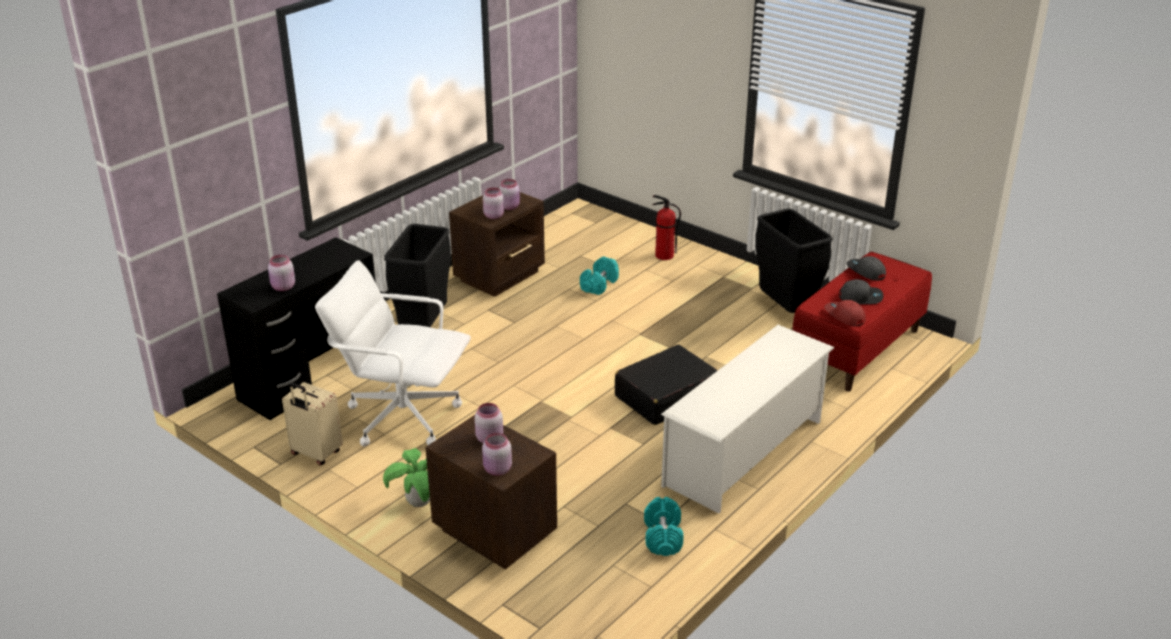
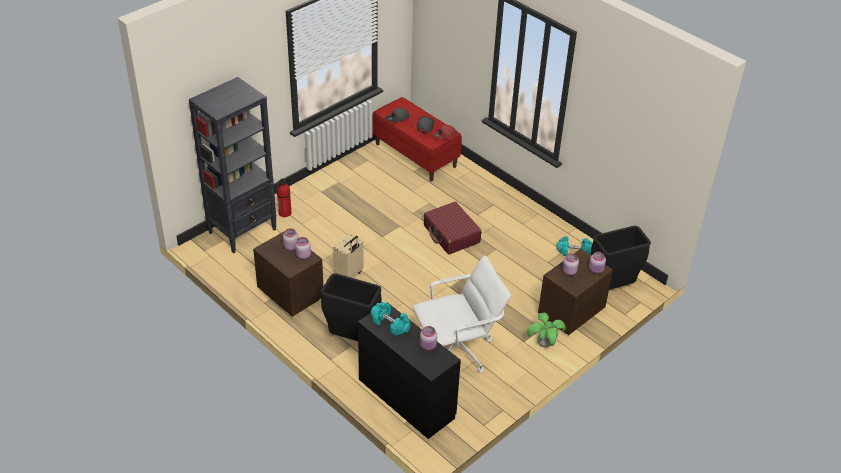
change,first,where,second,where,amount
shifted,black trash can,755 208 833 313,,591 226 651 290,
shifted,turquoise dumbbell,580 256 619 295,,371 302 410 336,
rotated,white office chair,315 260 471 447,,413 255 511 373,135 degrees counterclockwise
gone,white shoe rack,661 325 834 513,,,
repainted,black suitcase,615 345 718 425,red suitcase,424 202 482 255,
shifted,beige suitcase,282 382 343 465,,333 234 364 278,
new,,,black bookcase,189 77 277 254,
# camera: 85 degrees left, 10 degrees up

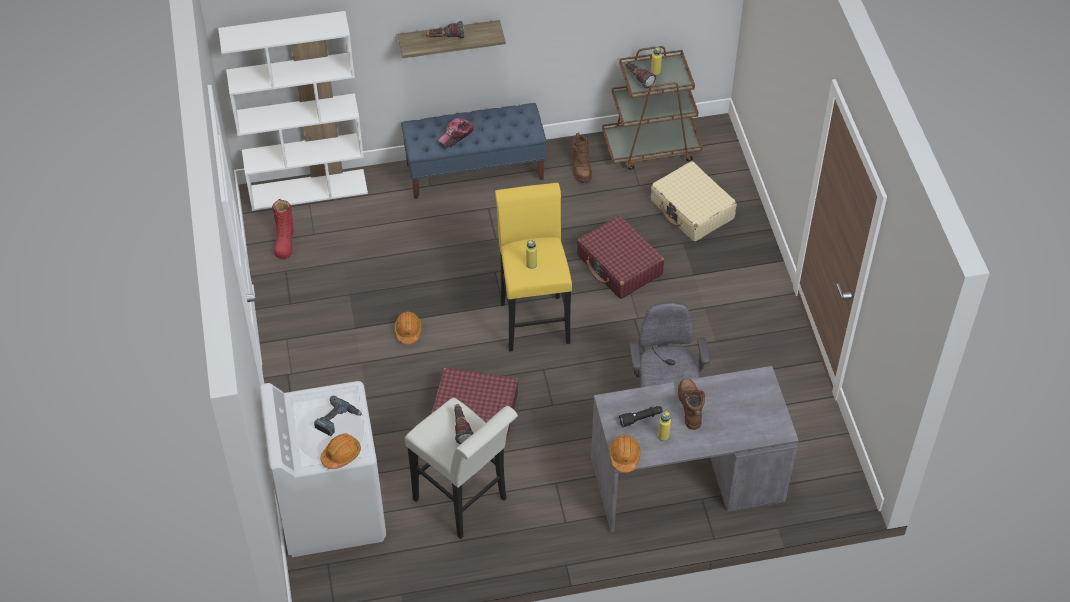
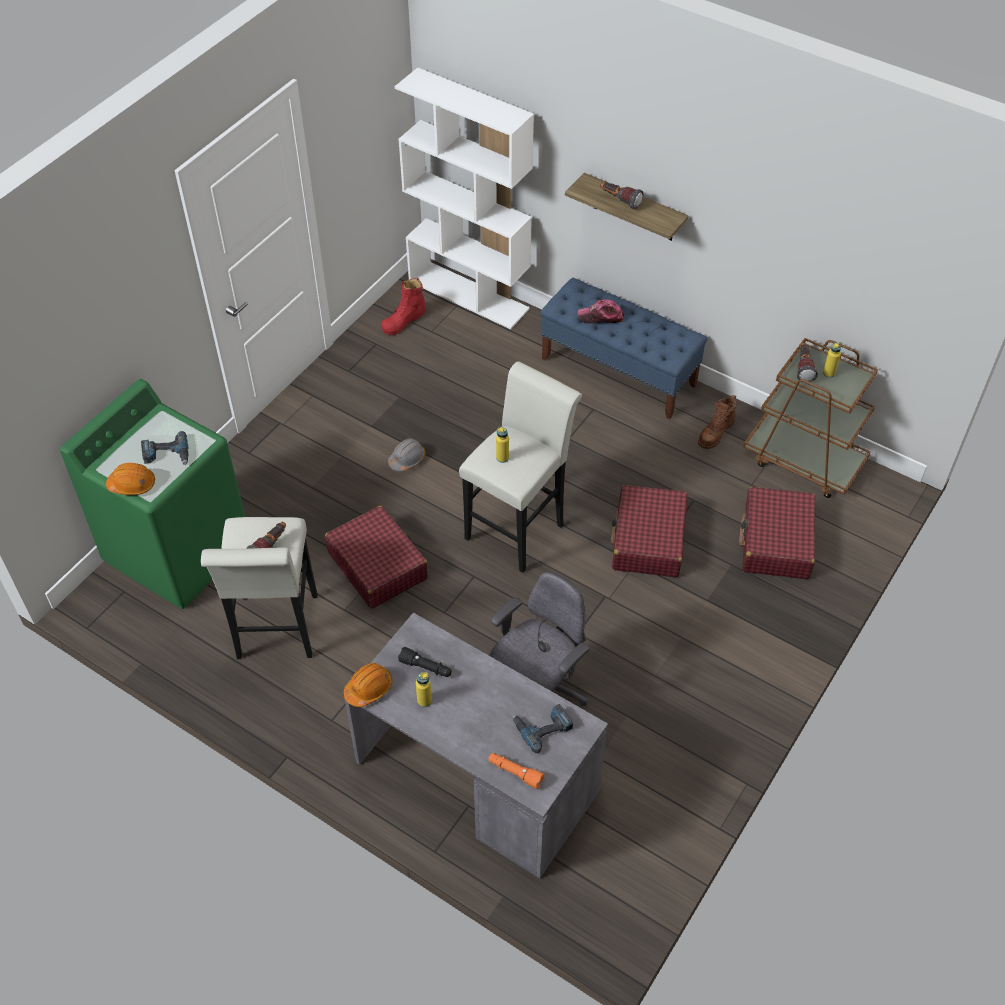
change,first,where,second,where,amount
repainted,beige suitcase,651 161 737 242,red suitcase,739 487 816 579,
repainted,yellow stool,495 183 572 352,white stool,459 361 582 573,
repainted,orange hard hat,394 312 422 344,grey hard hat,388 438 425 472,
gone,brown boot,678 378 705 430,,,
repainted,white washing machine,260 381 386 557,green washing machine,60 379 245 609,
new,,,power drill,512 704 573 753,
new,,,orange flashlight,488 753 544 789,
# camera: 45 degrees right, 0 degrees up

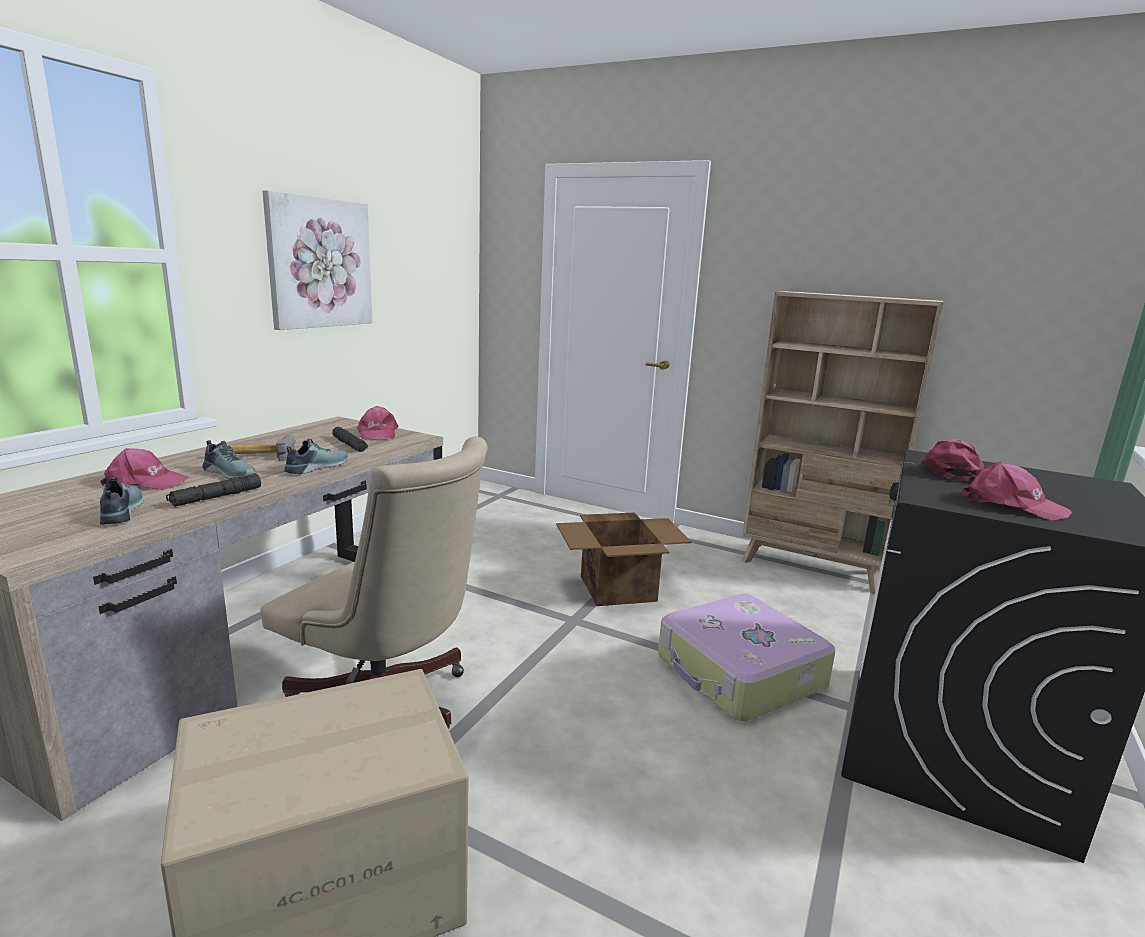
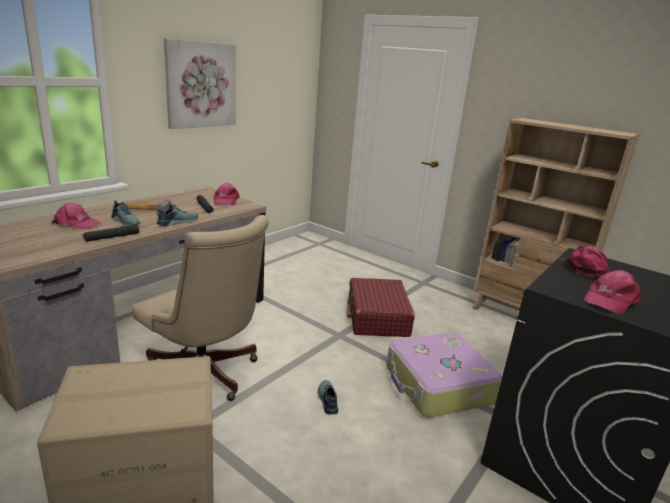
change,first,where,second,where,amount
rotated,pink cap,962 462 1072 521,,584 270 641 314,90 degrees clockwise
shifted,shoe,100 477 144 525,,317 380 338 415,
swapped,cardboard box,556 512 692 606,red suitcase,347 278 415 337,
# camera: 10 degrees right, 5 degrees up

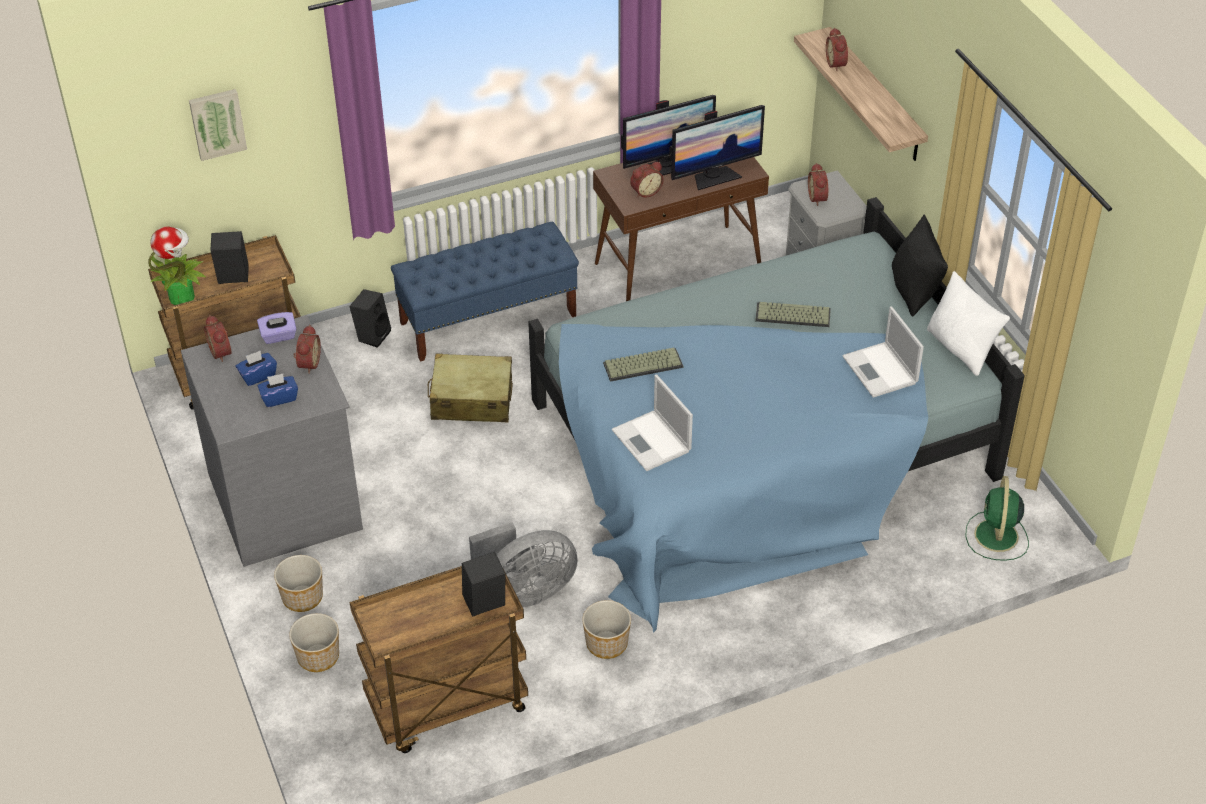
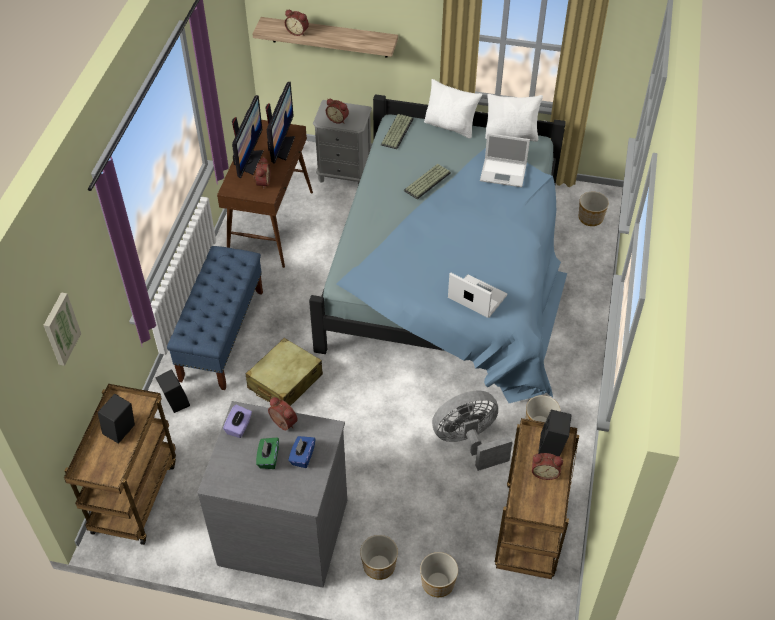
change,first,where,second,where,amount
repainted,black pillow,892 214 948 317,white pillow,424 79 482 139,
gone,potted plant,148 227 206 305,,,
shifted,alarm clock,204 315 231 362,,532 453 563 480,
shifted,keyboard,603 348 683 382,,381 114 414 149,
repainted,blue tissue box,236 351 277 386,green tissue box,256 437 279 469,
rotated,laptop,612 375 693 471,,448 272 507 318,150 degrees counterclockwise
swapped,green fan,965 476 1029 561,planter,579 192 609 226,
rotated,grey fan,469 522 578 608,,432 391 513 471,120 degrees counterclockwise
# camera: 55 degrees left, 5 degrees up

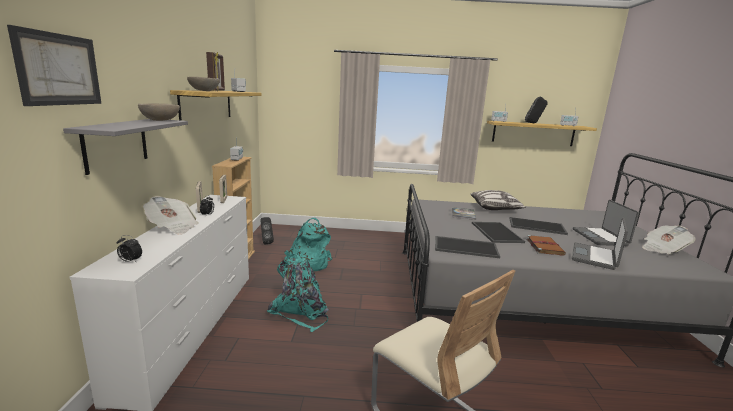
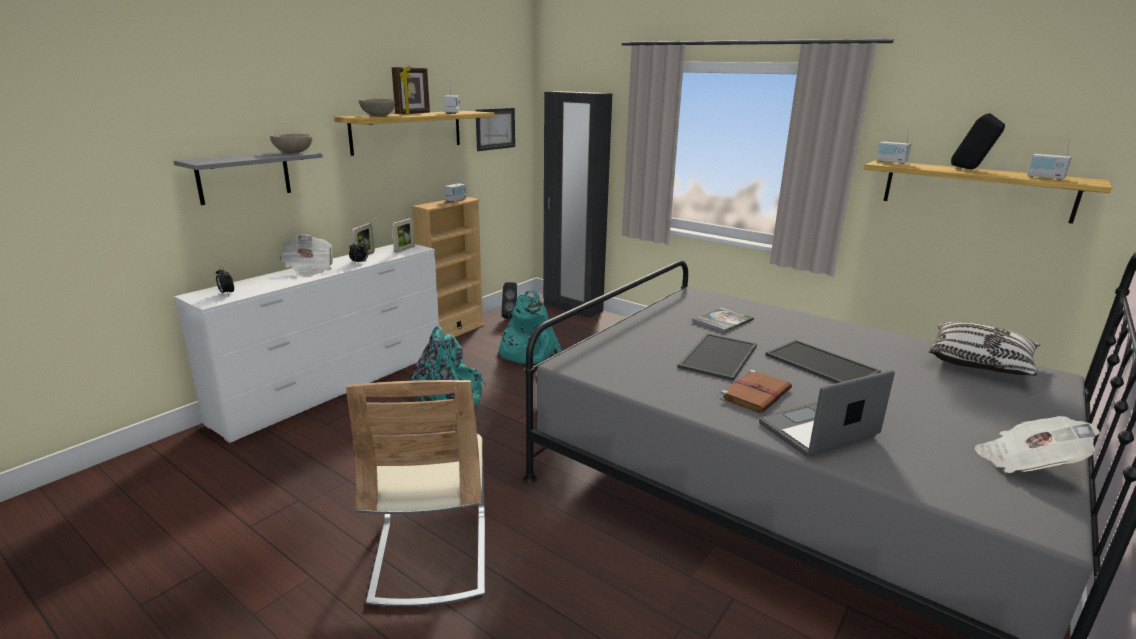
change,first,where,second,where,amount
shifted,picture,7 25 101 106,,476 108 515 151,
shifted,pillow,470 190 526 210,,928 322 1040 376,
gone,laptop,573 200 639 246,,,
gone,tray,435 236 500 258,,,
new,,,black wardrobe,543 91 612 318,
# camera: 35 degrees right, 5 degrees up

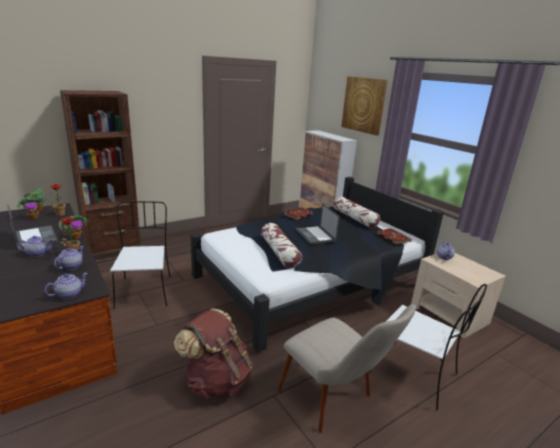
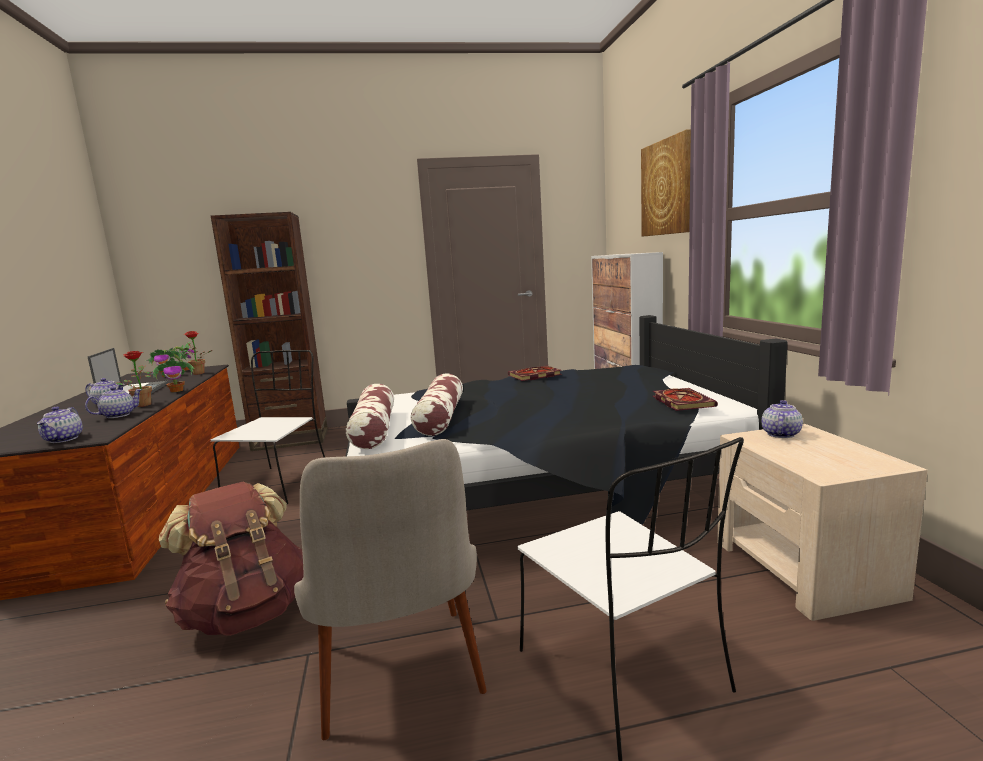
change,first,where,second,where,amount
shifted,pillow,333 196 380 228,,346 384 394 449,
gone,laptop,296 203 340 244,,,
rotated,teapot,45 273 88 299,,37 407 83 443,105 degrees clockwise
# camera: 25 degrees right, 10 degrees down

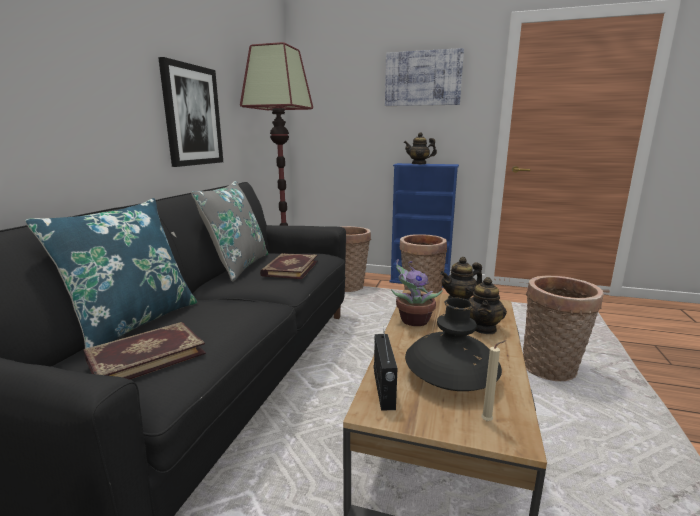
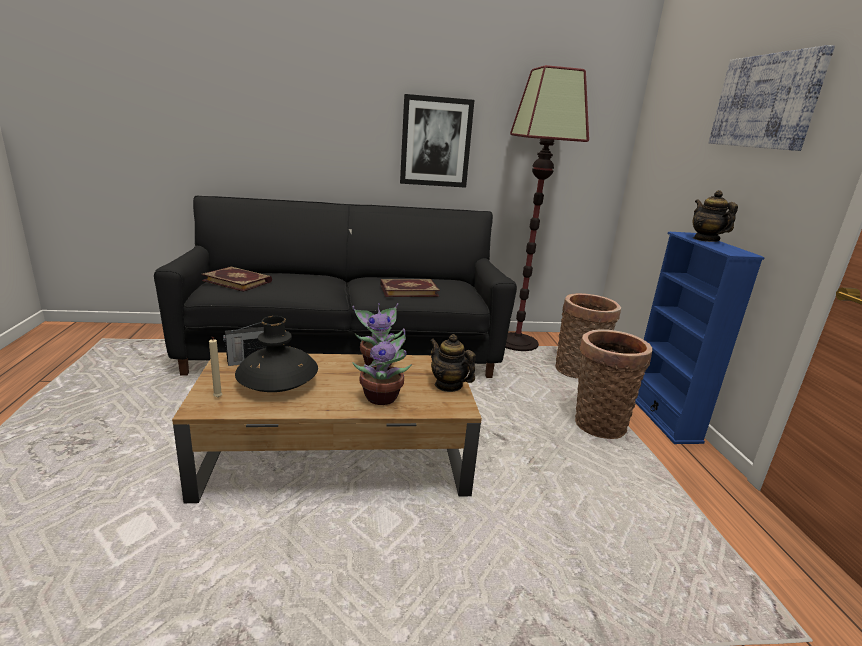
change,first,where,second,where,amount
gone,grey pillow,191 181 268 282,,,
gone,blue pillow,25 198 197 349,,,
gone,basket,523 276 604 381,,,
swapped,teapot,469 277 507 334,potted plant,352 328 412 405,
# camera: 65 degrees right, 5 degrees up

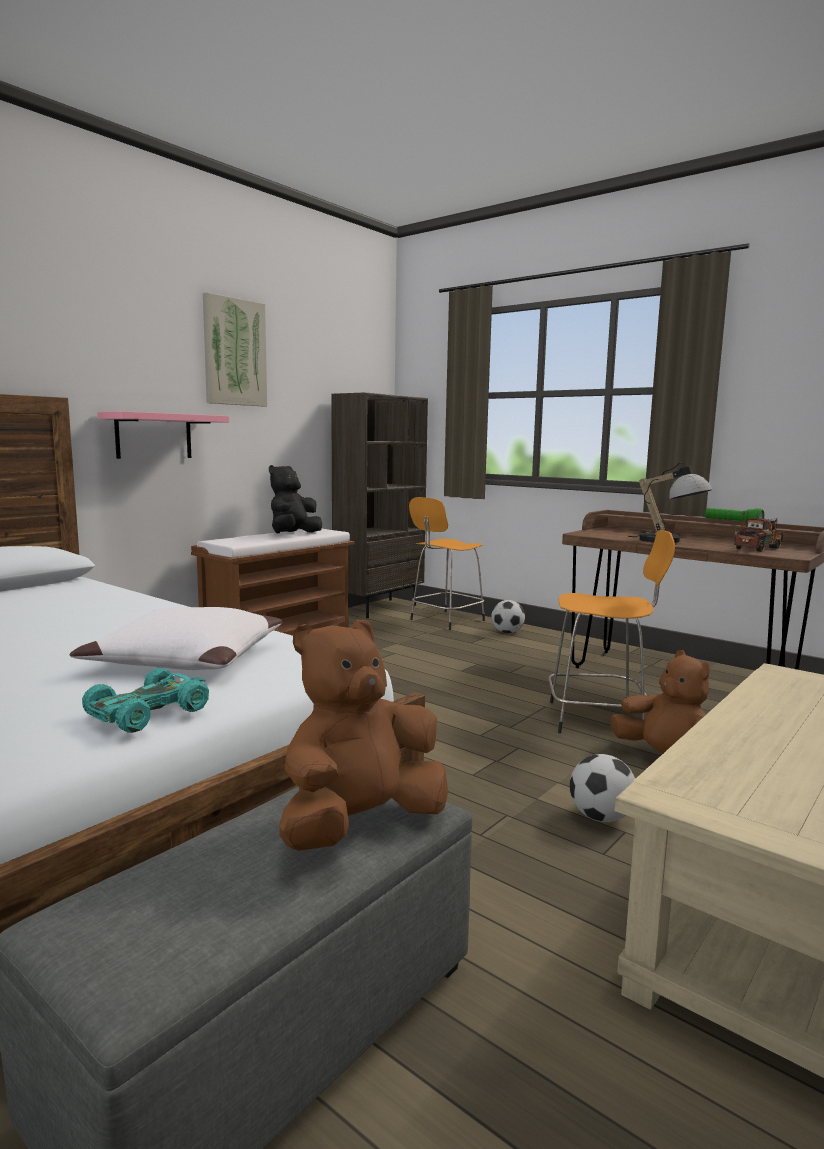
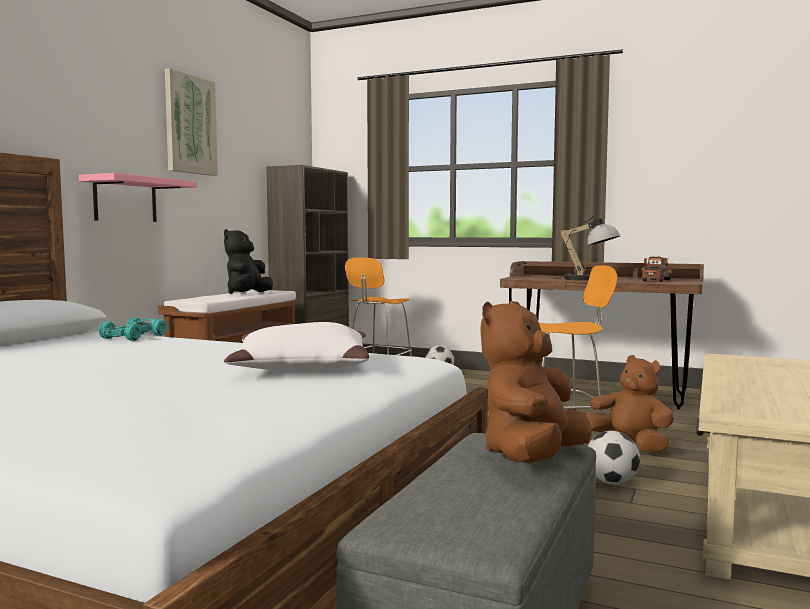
change,first,where,second,where,amount
gone,green flashlight,705 508 764 523,,,
shifted,turquoise toy car,82 668 209 733,,99 317 167 341,
# camera: 15 degrees left, 5 degrees down

